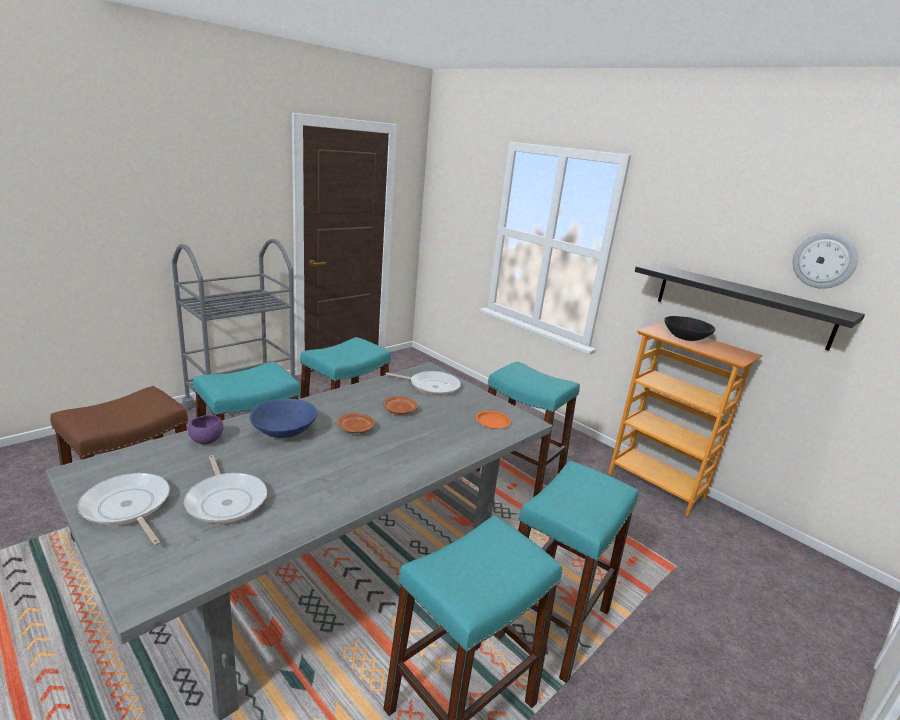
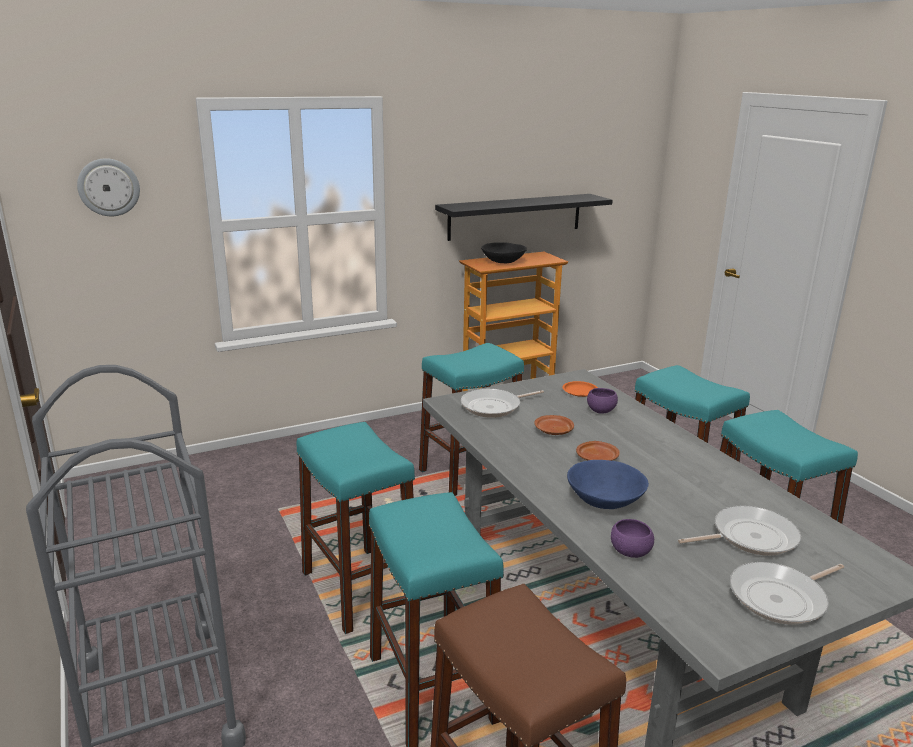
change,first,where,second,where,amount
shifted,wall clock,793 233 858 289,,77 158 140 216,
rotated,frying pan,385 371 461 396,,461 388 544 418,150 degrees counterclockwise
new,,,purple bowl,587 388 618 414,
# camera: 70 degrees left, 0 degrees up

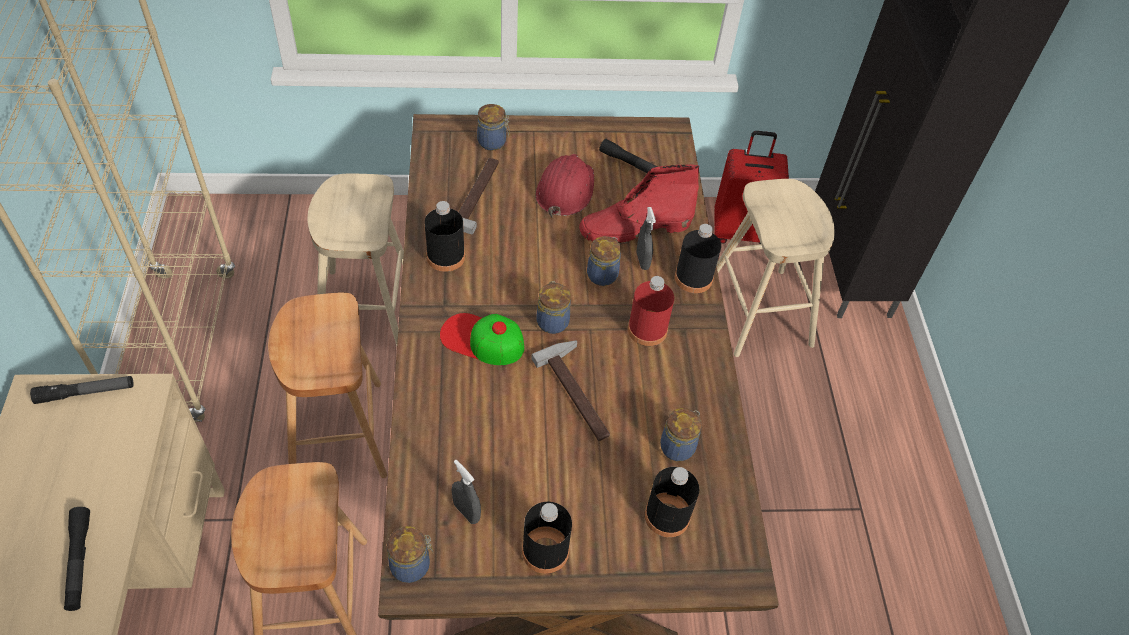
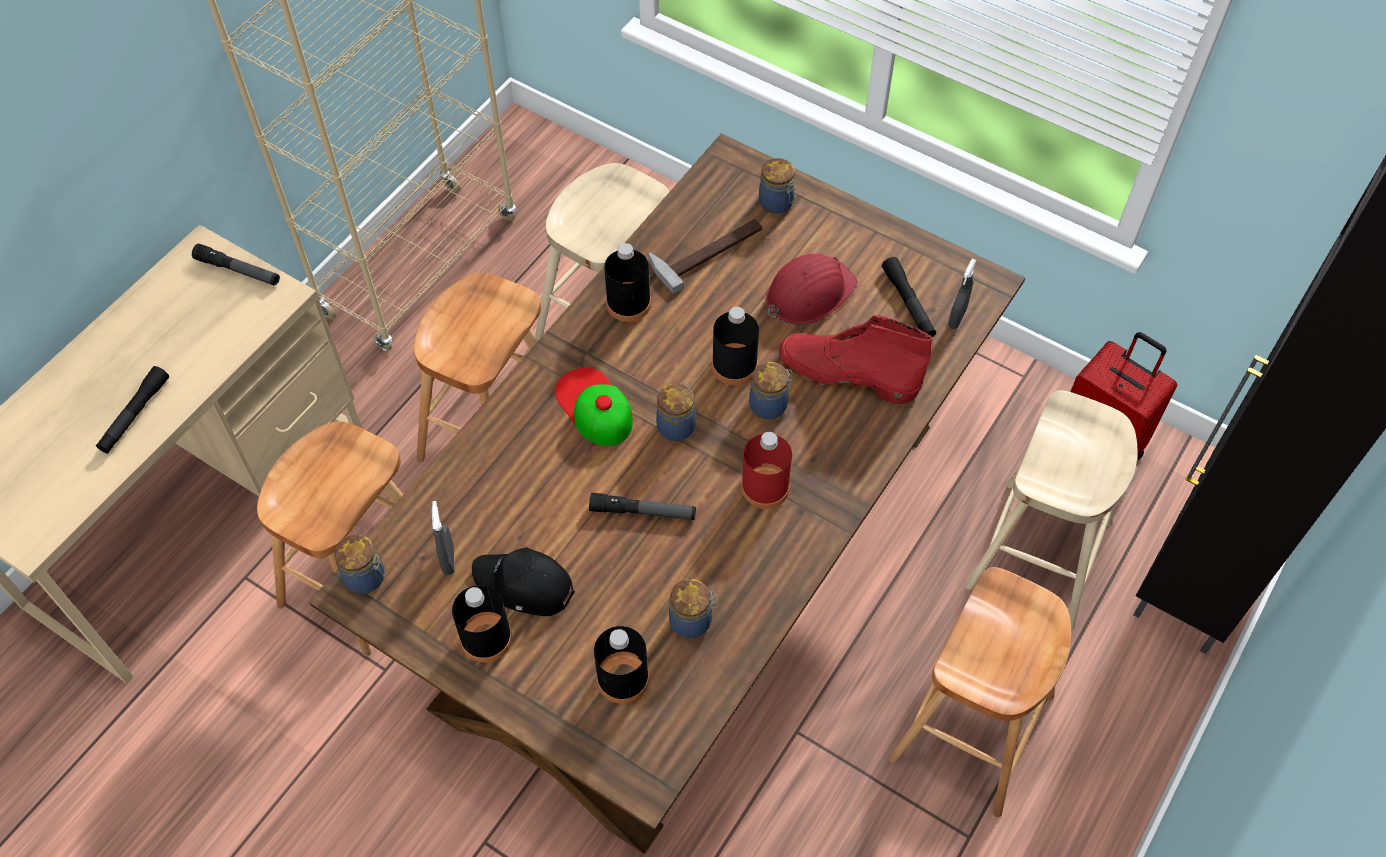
change,first,where,second,where,amount
shifted,grey spray bottle,637 207 656 270,,948 259 976 329,
shifted,black bottle,675 224 721 293,,712 307 759 385,
swapped,hammer,531 340 610 441,flashlight,589 493 696 520,
new,,,black cap,472 547 575 616,
new,,,brown stool,889 567 1071 817,
# camera: 40 degrees right, 5 degrees up

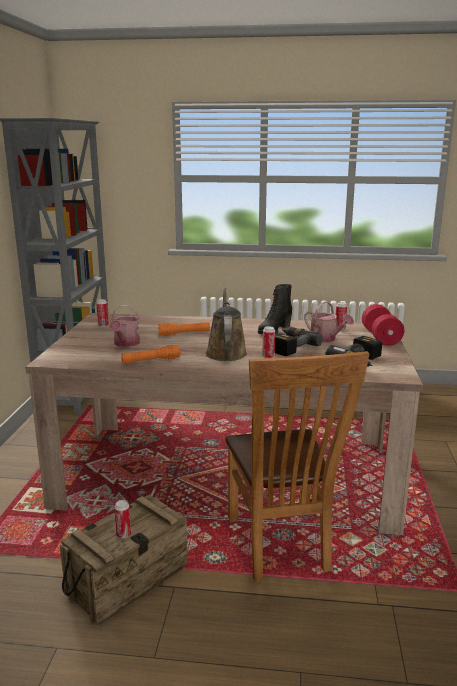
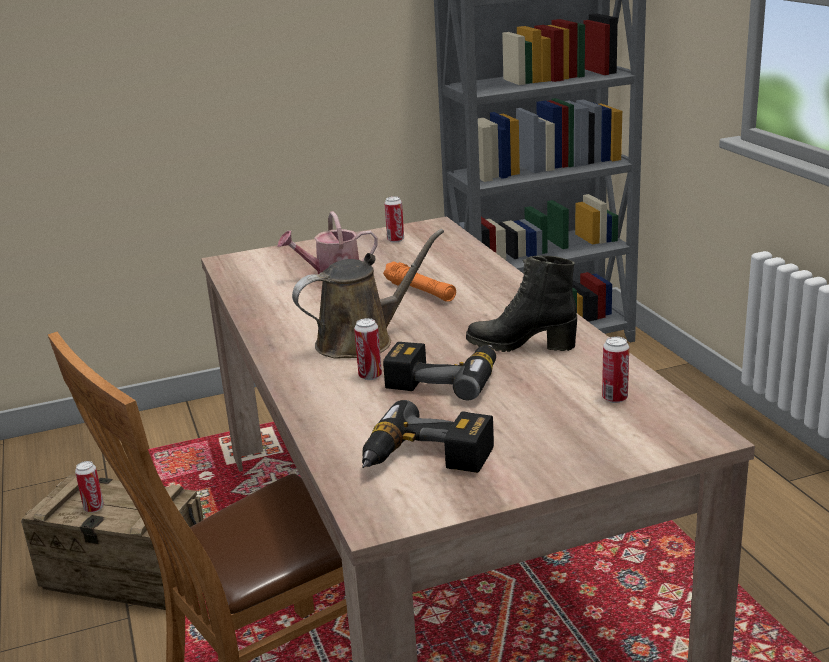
change,first,where,second,where,amount
gone,watering can,304 301 354 343,,,
gone,red dumbbell,362 304 405 346,,,
gone,orange flashlight,121 345 181 364,,,
# camera: 65 degrees right, 5 degrees up

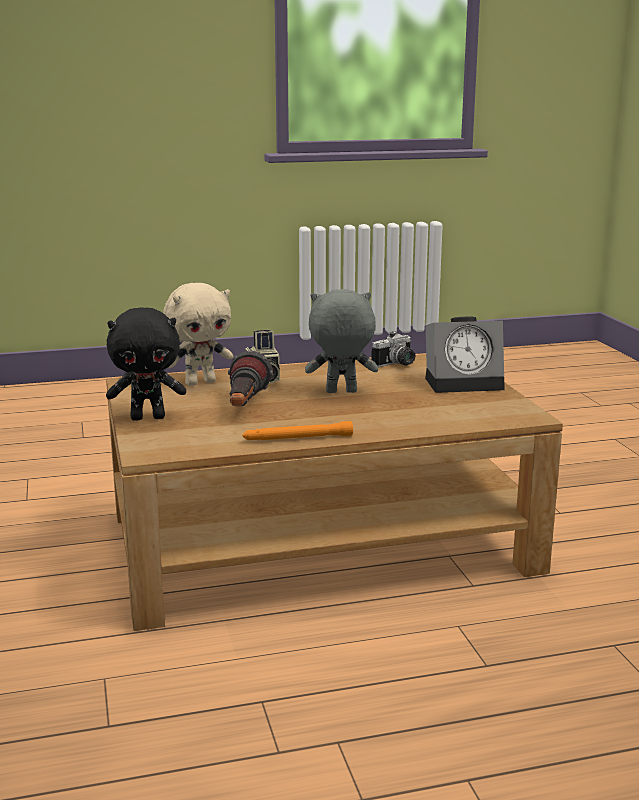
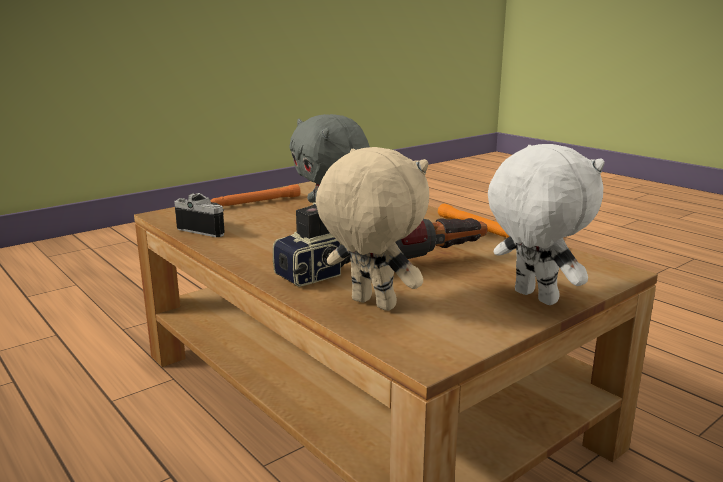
change,first,where,second,where,amount
repainted,black plush toy,106 307 186 421,white plush toy,488 144 605 305,
swapped,alarm clock,425 317 505 393,orange flashlight,210 184 301 206,
# camera: 115 degrees left, 0 degrees up

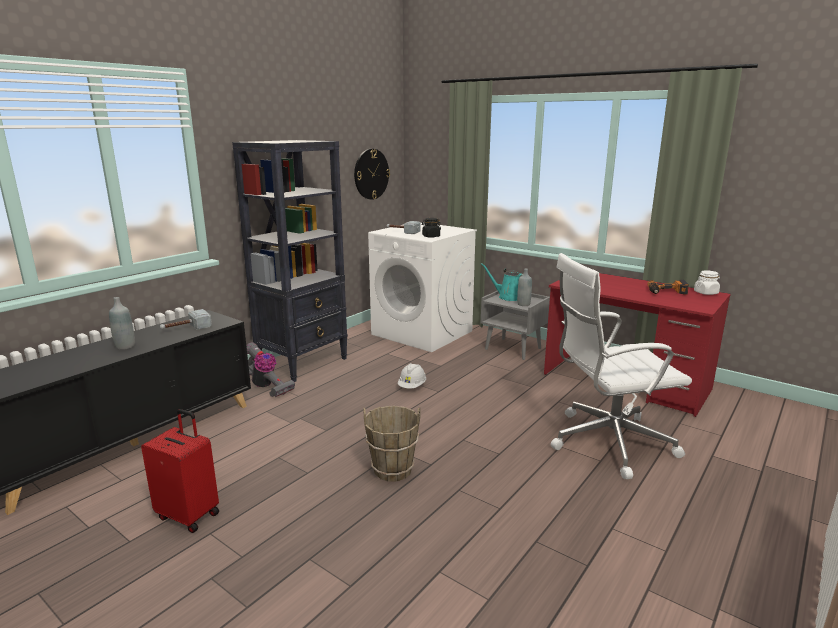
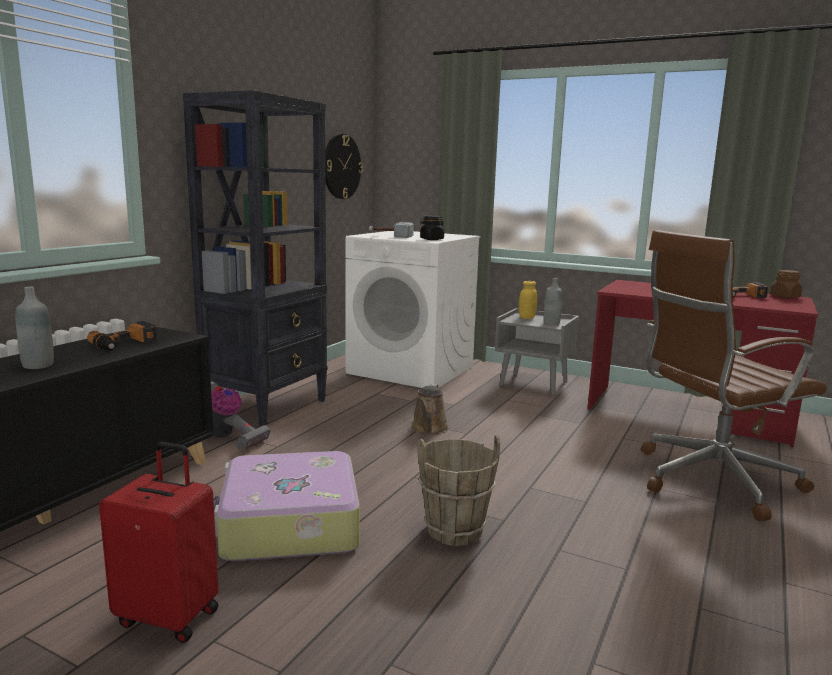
change,first,where,second,where,amount
repainted,white office chair,551 253 692 479,brown office chair,641 230 827 521,
swapped,turquoise watering can,481 263 523 301,yellow jar,519 281 537 319,
repainted,white jar,694 270 720 295,brown jar,770 270 802 298,
swapped,hammer,160 309 212 330,power drill,87 321 157 351,
swapped,white hard hat,398 363 426 388,brown watering can,411 384 449 435,
new,,,suitcase,213 451 360 561,
# camera: 10 degrees left, 5 degrees down

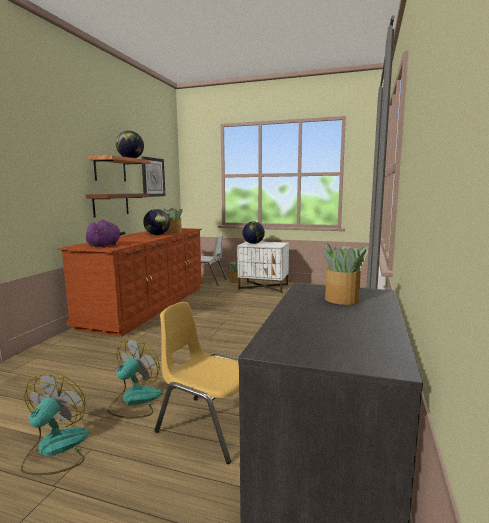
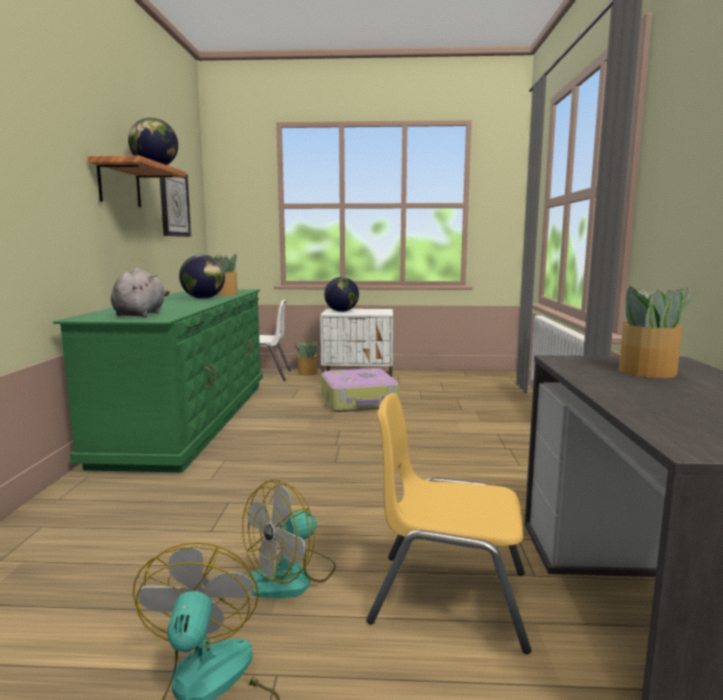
change,first,where,second,where,amount
gone,brown shelf,86 193 150 218,,,
repainted,purple plush toy,86 220 125 248,grey plush toy,111 268 170 317,
repainted,brown dresser,57 228 203 336,green dresser,53 289 263 473,
rotated,fan,107 338 162 418,,242 479 336 598,150 degrees counterclockwise
new,,,suitcase,321 368 399 412,
# camera: 15 degrees left, 0 degrees up

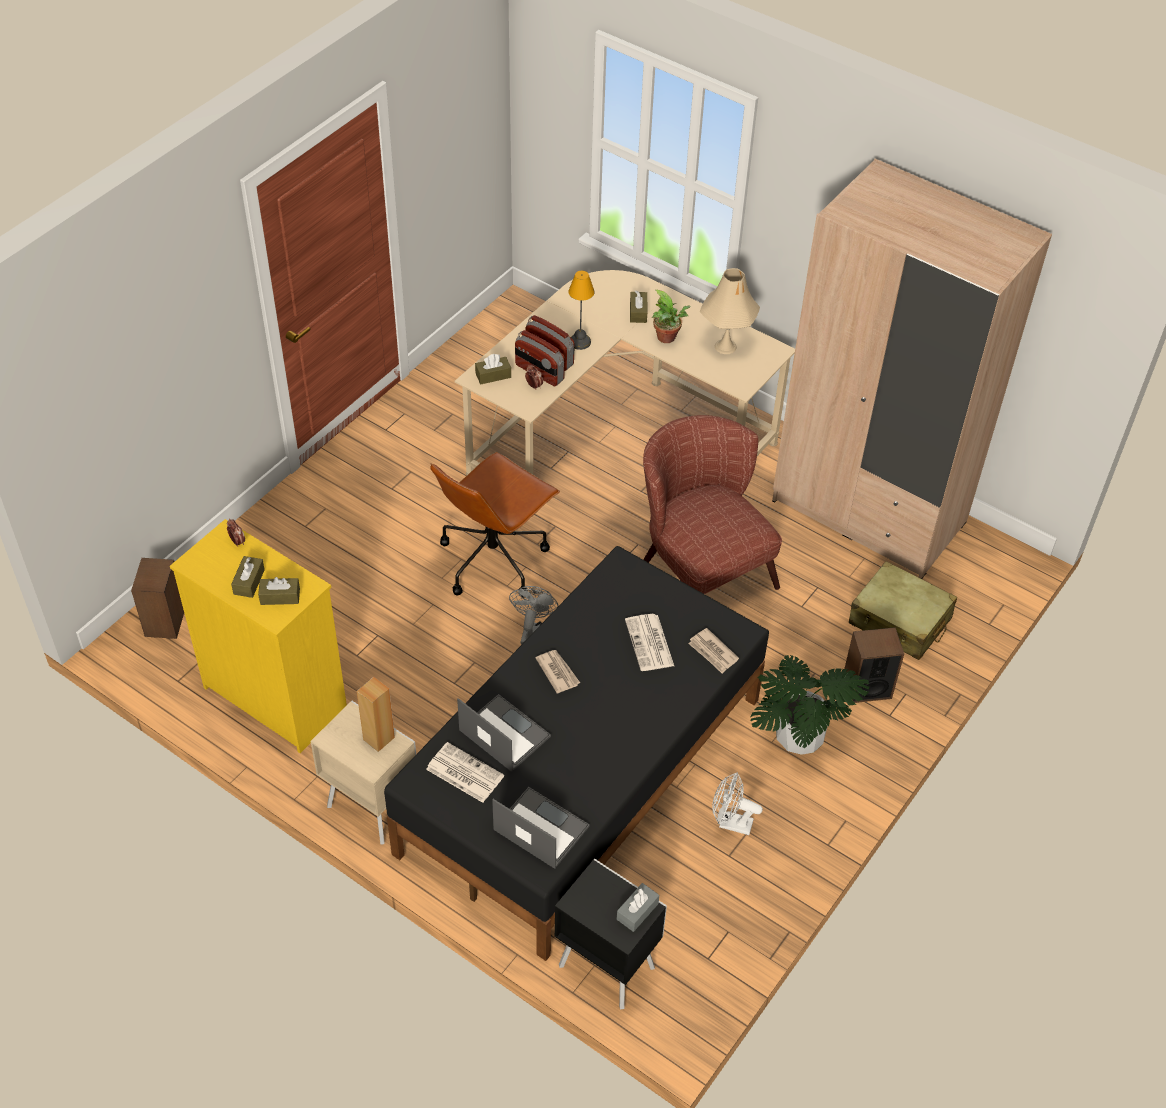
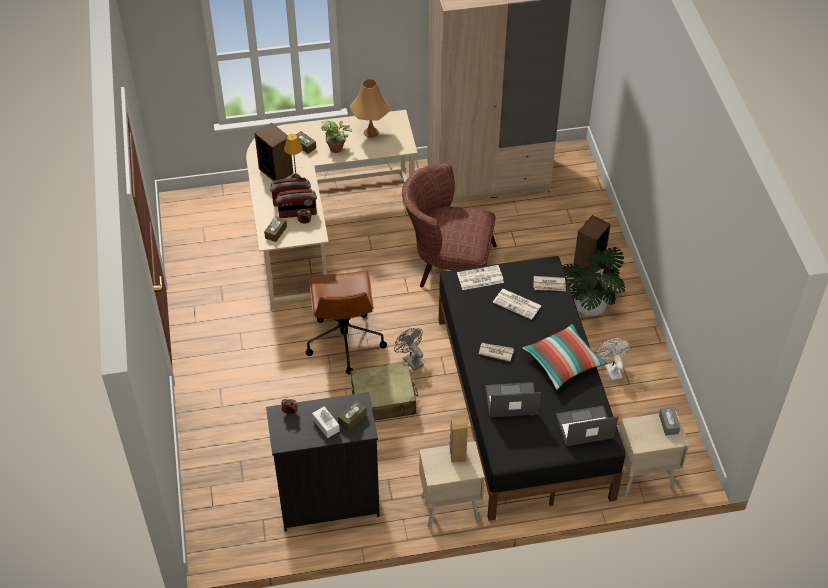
change,first,where,second,where,amount
repainted,beige table lamp,700 268 760 354,orange table lamp,350 79 391 138,
repainted,yellow dresser,170 519 347 753,black dresser,266 392 380 532,
repainted,brown tissue box,231 556 265 598,white tissue box,312 407 340 438,
shifted,speaker,131 558 184 639,,254 123 293 181,
shifted,beige suitcase,849 561 957 660,,350 362 418 421,
shifted,newspaper,426 742 504 803,,457 265 504 290,
rotated,white fan,712 772 763 835,,597 338 631 381,105 degrees clockwise
repainted,black nightstand,554 859 667 1009,beige nightstand,619 411 689 497,
new,,,pillow,522 324 607 390,
# camera: 45 degrees left, 0 degrees up

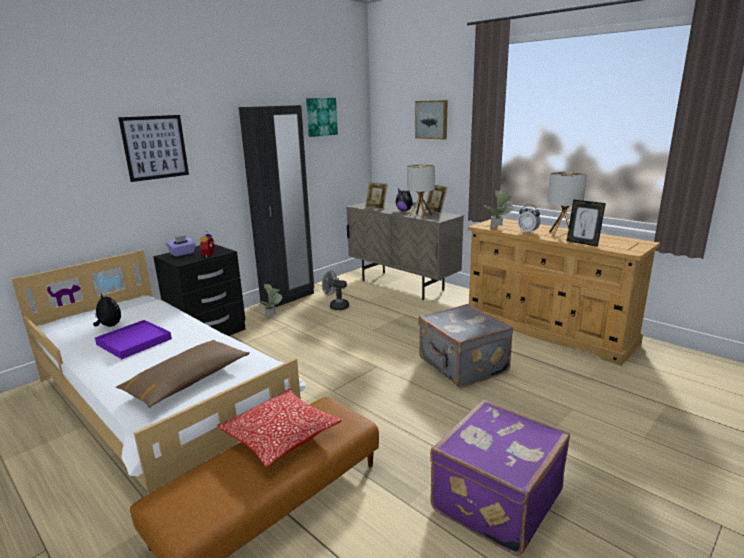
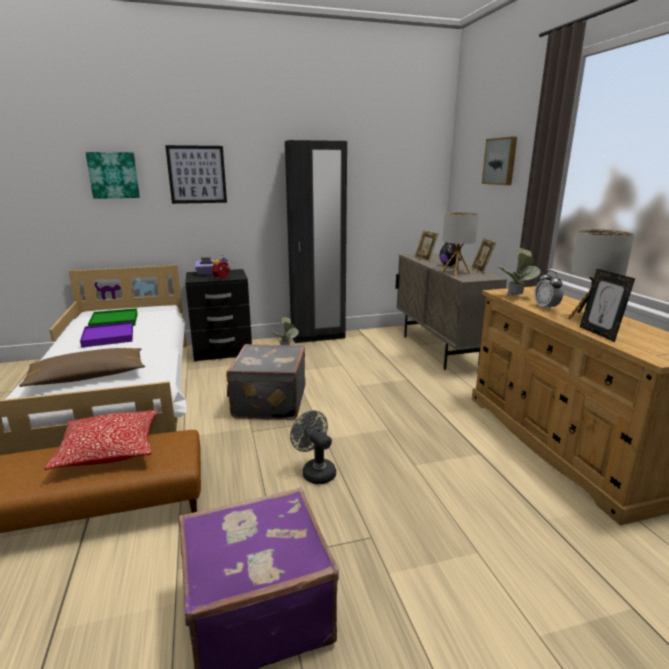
change,first,where,second,where,amount
shifted,picture,306 98 338 137,,85 152 140 199,
shifted,grey fan,322 270 349 310,,290 410 336 484,
swapped,plush toy,93 293 121 327,green tray,88 308 138 326,
shifted,grey suitcase,418 304 513 388,,226 344 306 420,
# camera: 30 degrees right, 0 degrees up

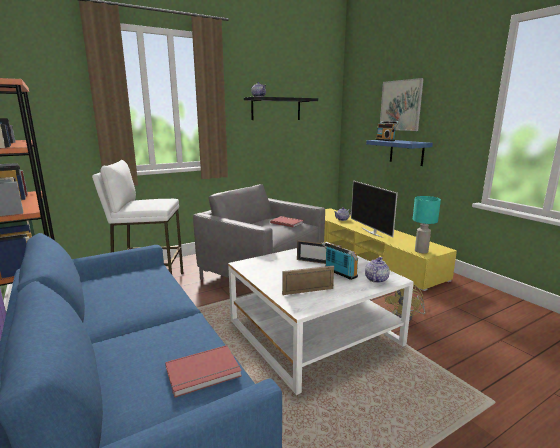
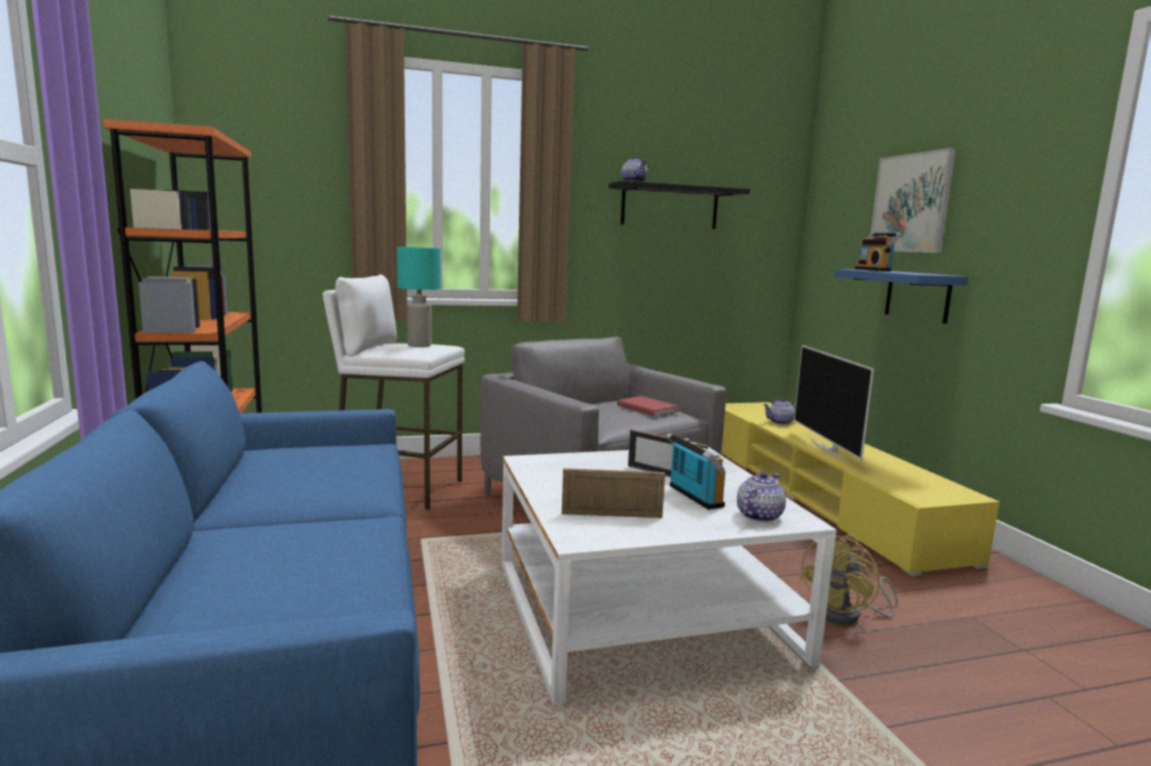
change,first,where,second,where,amount
shifted,turquoise table lamp,413 196 441 253,,397 247 441 347,
gone,red book,165 345 242 398,,,
# camera: 15 degrees right, 5 degrees down

